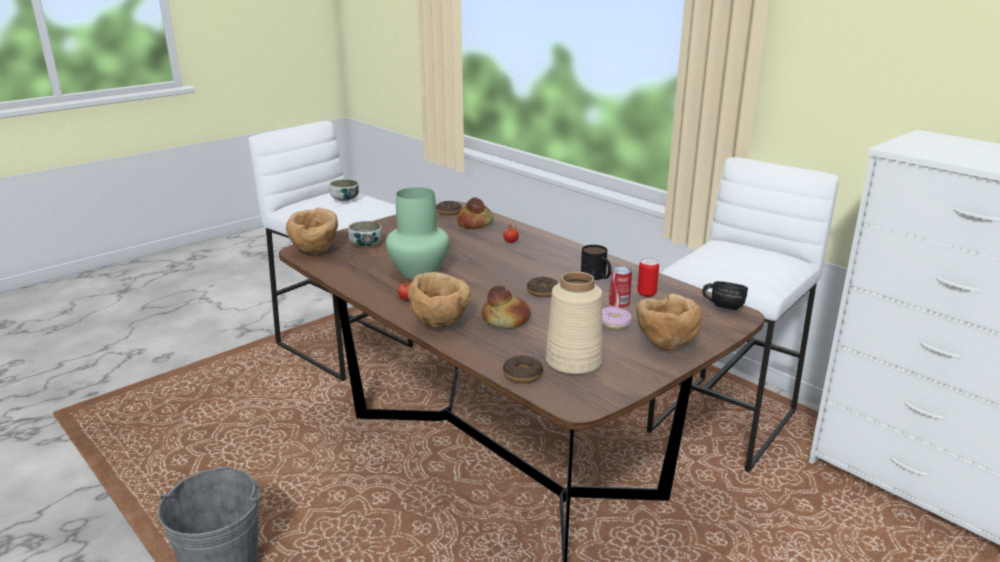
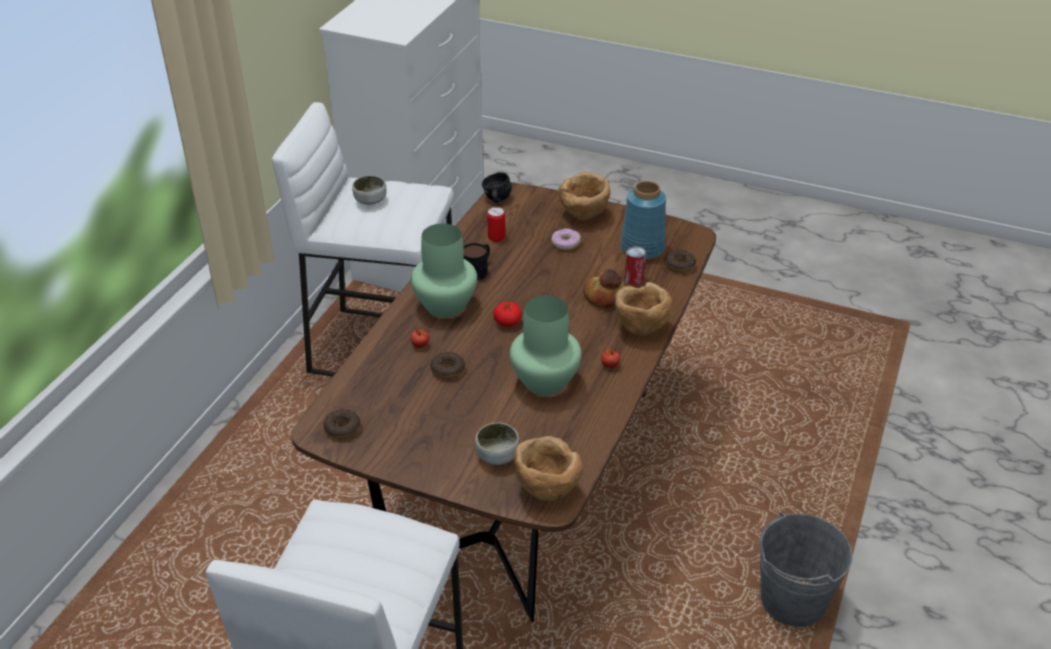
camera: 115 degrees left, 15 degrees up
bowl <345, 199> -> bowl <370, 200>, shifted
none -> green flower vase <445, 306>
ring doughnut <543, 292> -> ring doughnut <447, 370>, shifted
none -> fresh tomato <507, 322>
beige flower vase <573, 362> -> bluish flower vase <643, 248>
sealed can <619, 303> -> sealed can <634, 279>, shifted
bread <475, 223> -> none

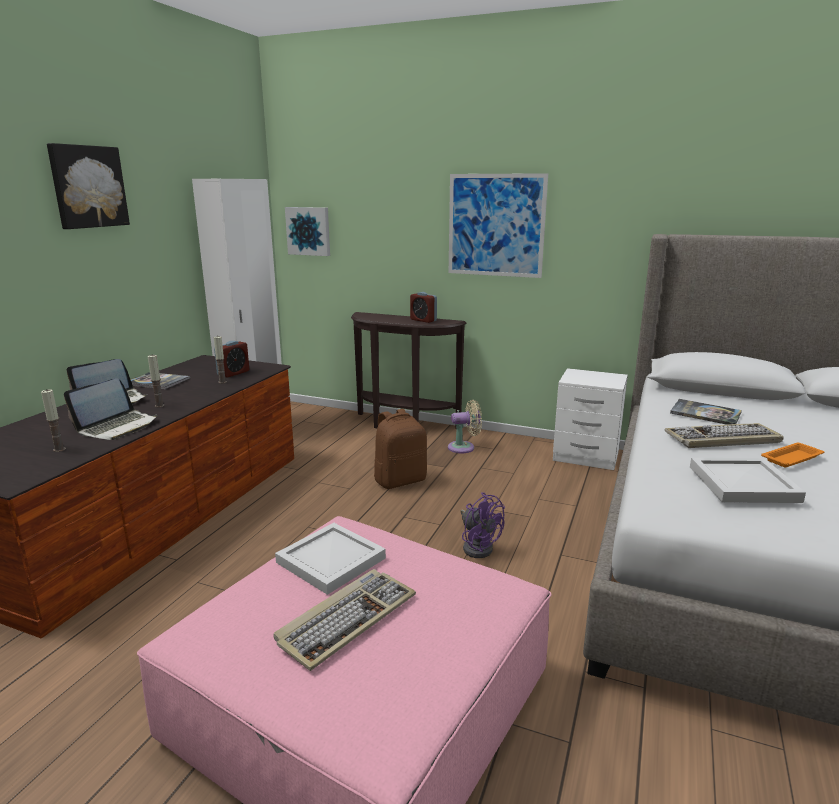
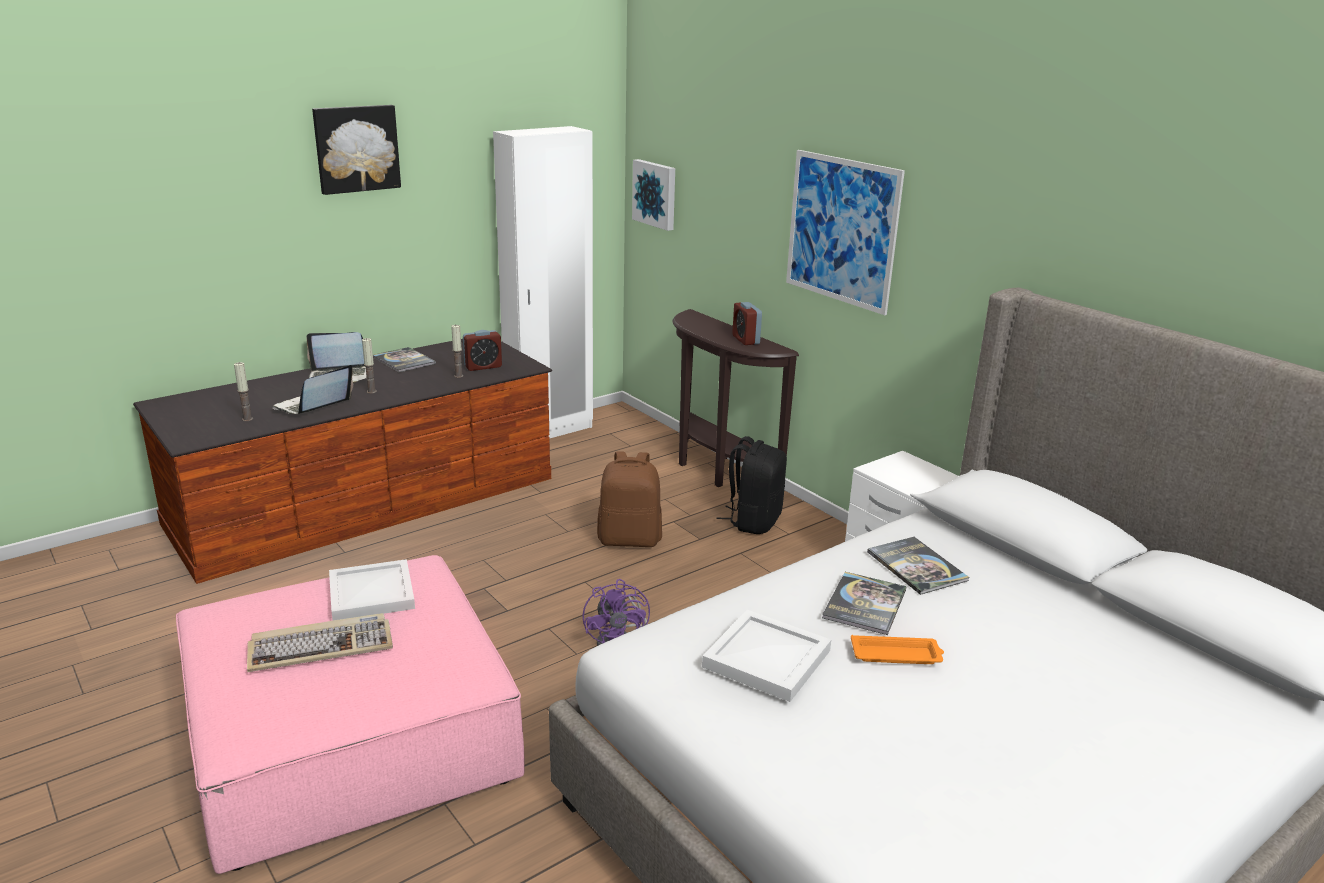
camera: 30 degrees right, 5 degrees up
notebook computer <117, 427> -> notebook computer <313, 407>, 150 degrees clockwise
beige cooling fan <464, 447> -> blackish knapsack <753, 521>
PC keyboard <722, 439> -> bound book <864, 604>

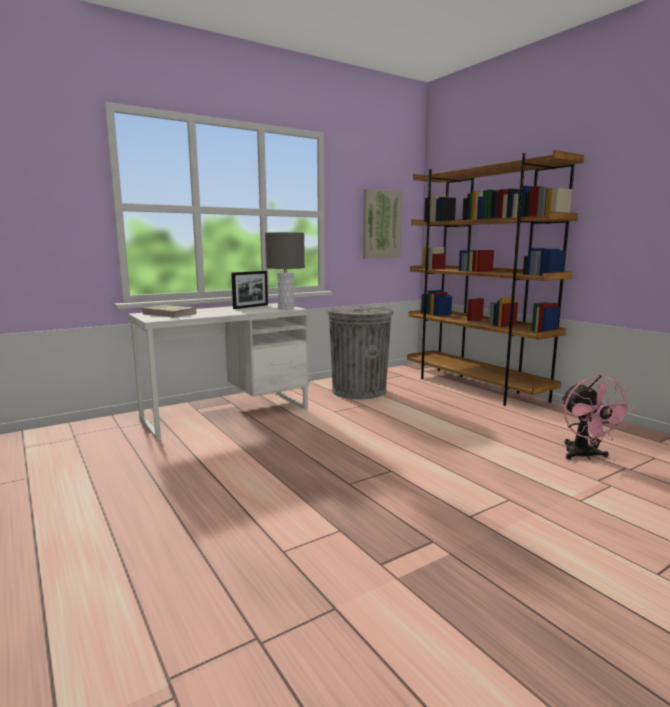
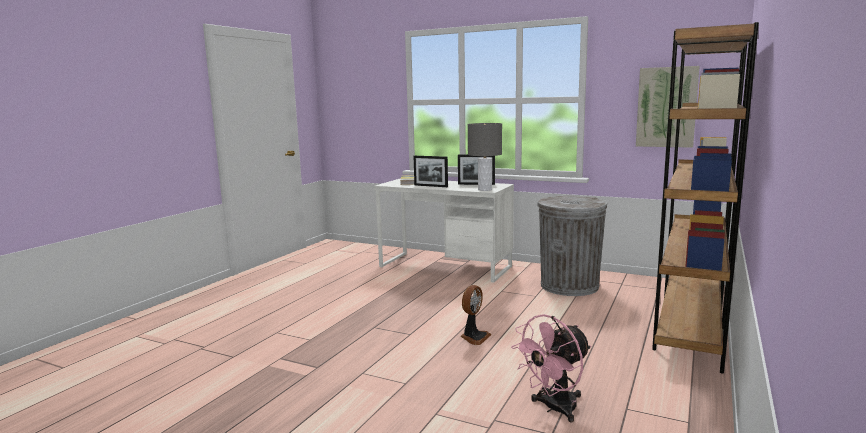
camera: 60 degrees right, 0 degrees up
none -> picture frame <431, 186>
none -> cooling fan <474, 337>

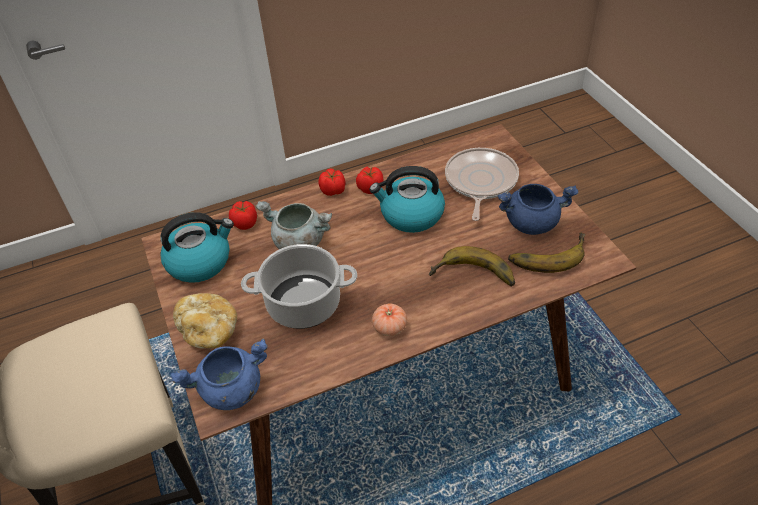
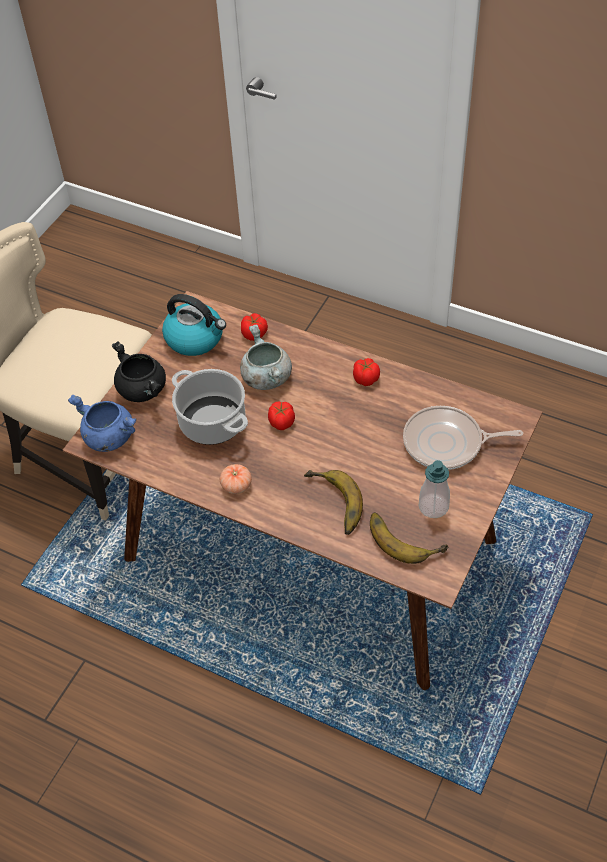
camera: 50 degrees right, 5 degrees up
bread <209, 330> -> blackish cooking pot <143, 390>
fresh tomato <333, 190> -> fresh tomato <281, 423>, shifted
frying pan <480, 182> -> frying pan <447, 443>, 150 degrees counterclockwise
bluish cooking pot <532, 222> -> soap bottle <433, 506>
kettle <410, 215> -> none

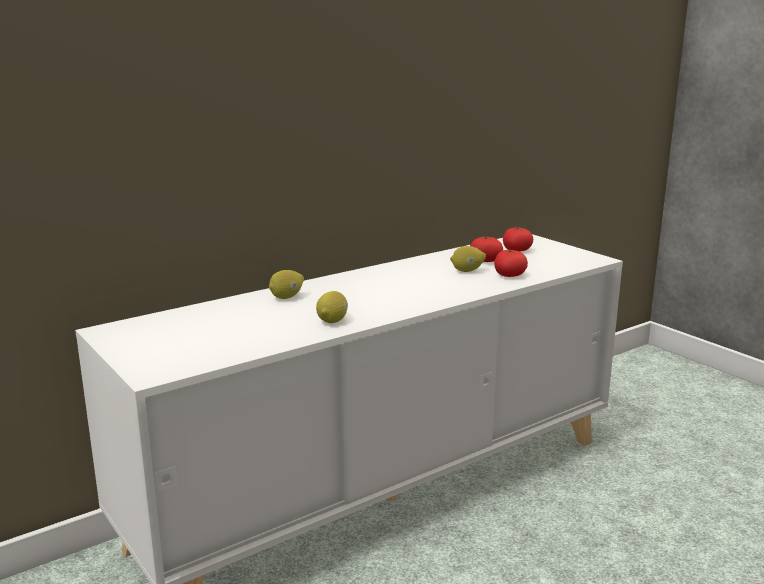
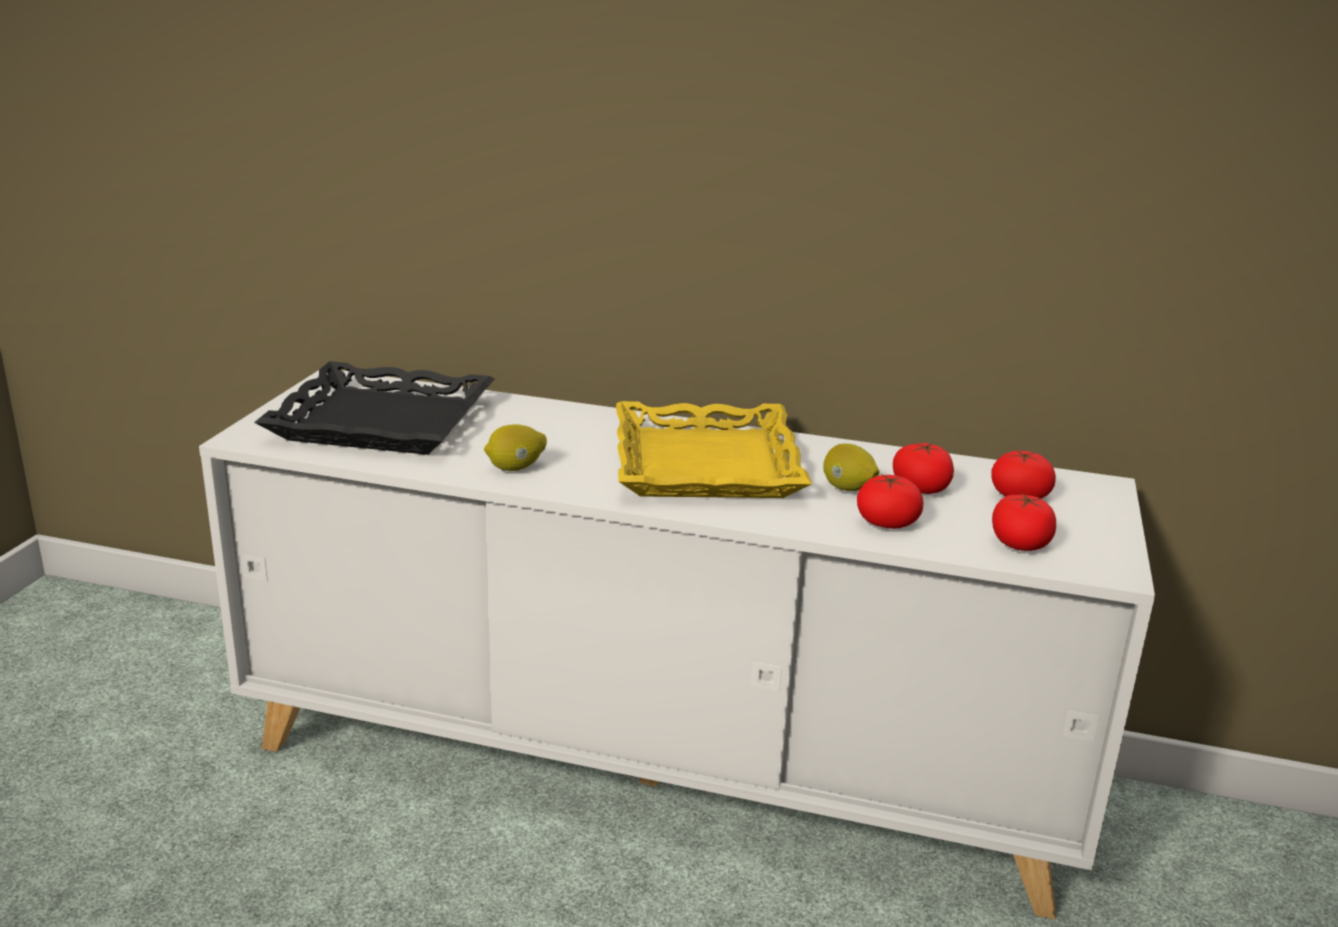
camera: 50 degrees right, 5 degrees up
none -> blackish serving tray <383, 421>
none -> yellow serving tray <708, 465>
none -> fresh tomato <1020, 543>
citrus fruit <287, 297> -> none

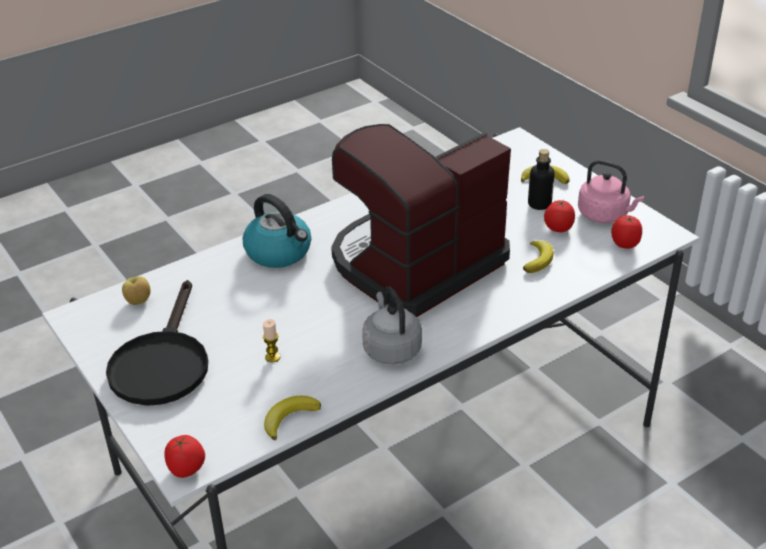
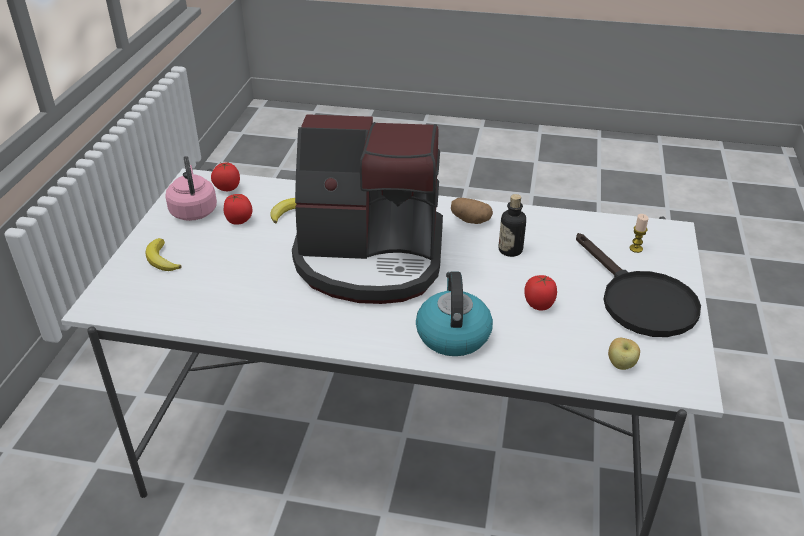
camera: 135 degrees left, 0 degrees up
greyish kettle <391, 348> -> potato <470, 220>
drink bottle <539, 204> -> drink bottle <510, 250>, shifted
fresh tomato <187, 469> -> fresh tomato <538, 305>, shifted
blackish frying pan <162, 363> -> blackish frying pan <639, 300>, 105 degrees clockwise
wax light <272, 357> -> wax light <636, 248>, shifted
banana <289, 418> -> none

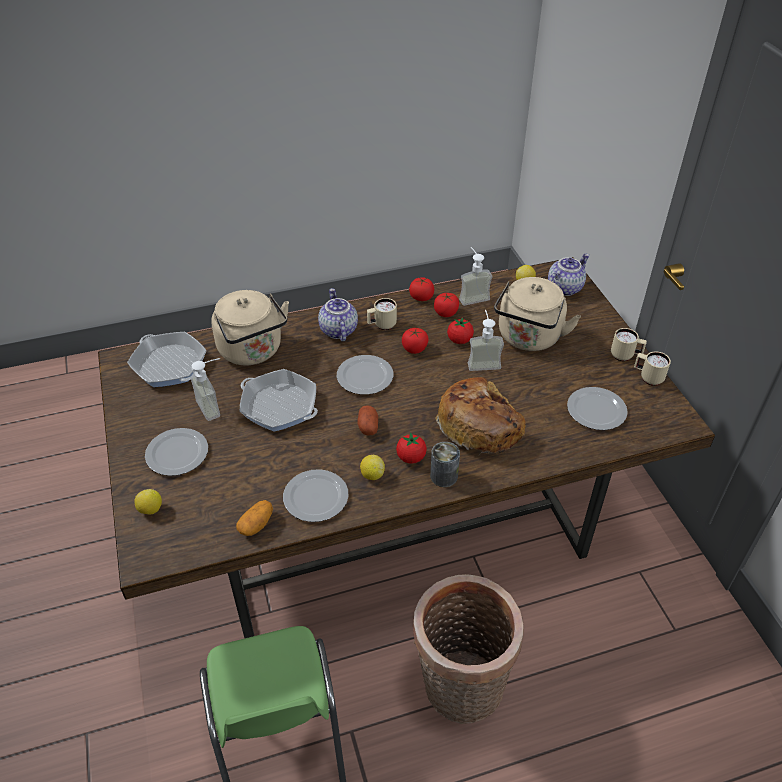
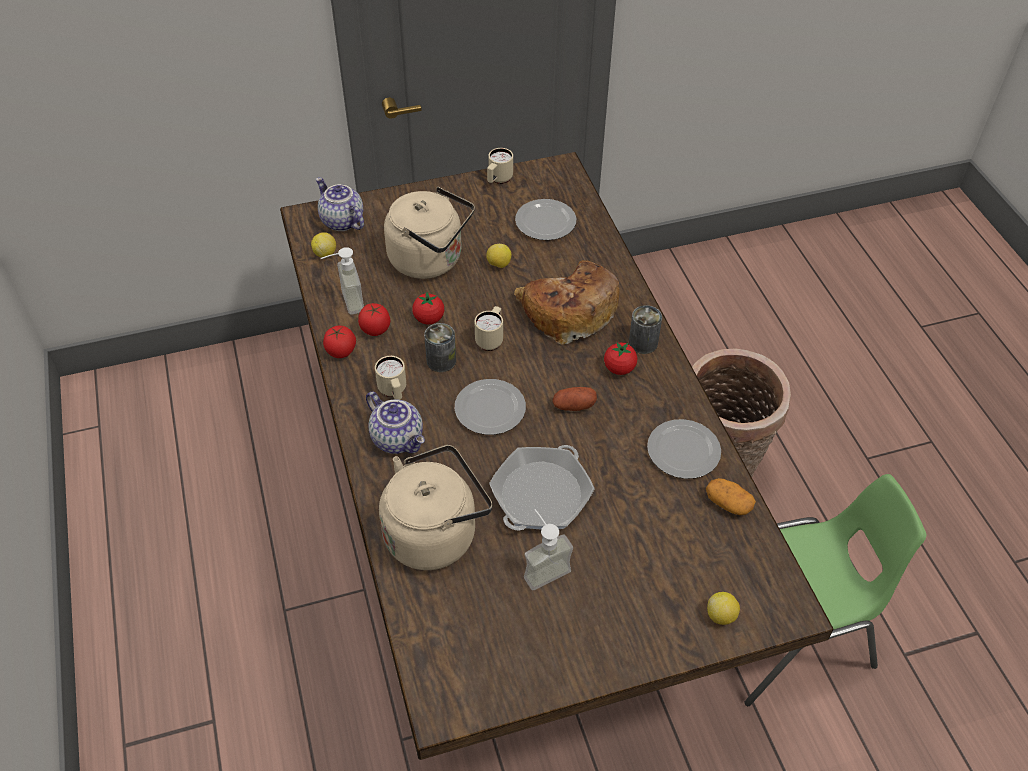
camera: 90 degrees left, 5 degrees up
pot for tea <337, 330> -> pot for tea <398, 438>, 120 degrees counterclockwise
fresh tomato <414, 348> -> sealed can <441, 361>
beige tea mug <625, 356> -> beige tea mug <491, 339>, shifted
citrus fruit <372, 475> -> citrus fruit <498, 264>, shifted
frying pan <169, 365> -> none
flat dish <178, 454> -> none
soap bottle <483, 361> -> none

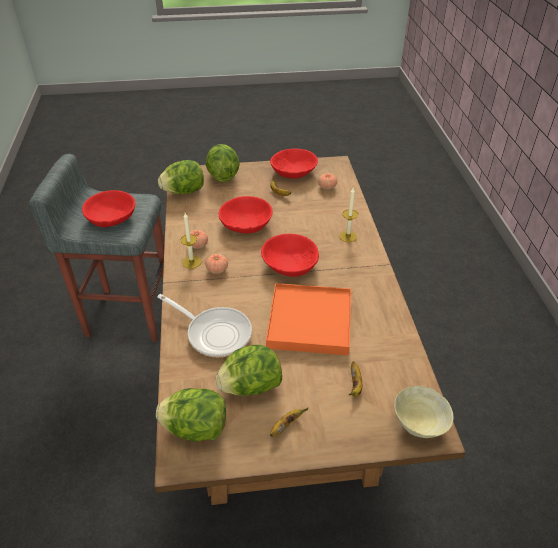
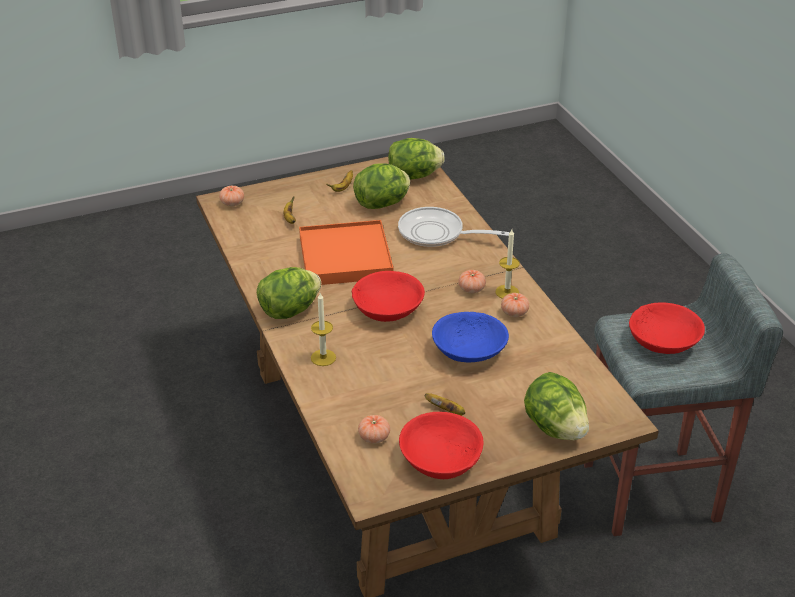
camera: 165 degrees right, 5 degrees down
beige bowl <419, 426> -> fresh tomato <232, 203>
lettuce <184, 191> -> lettuce <289, 310>, shifted
reddish bowl <246, 224> -> bluish bowl <469, 351>

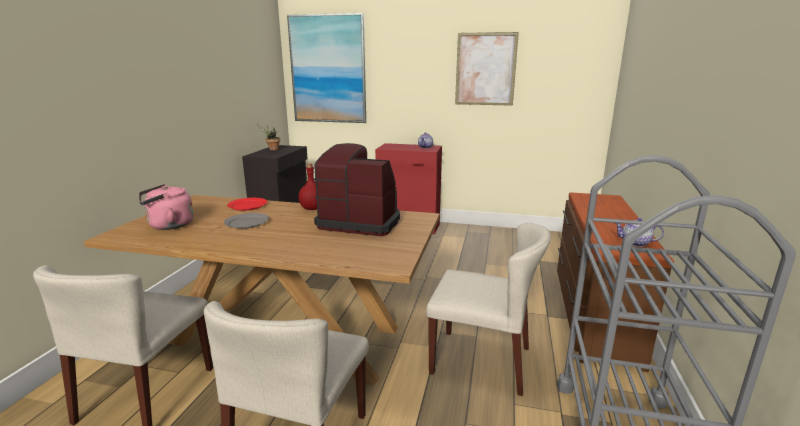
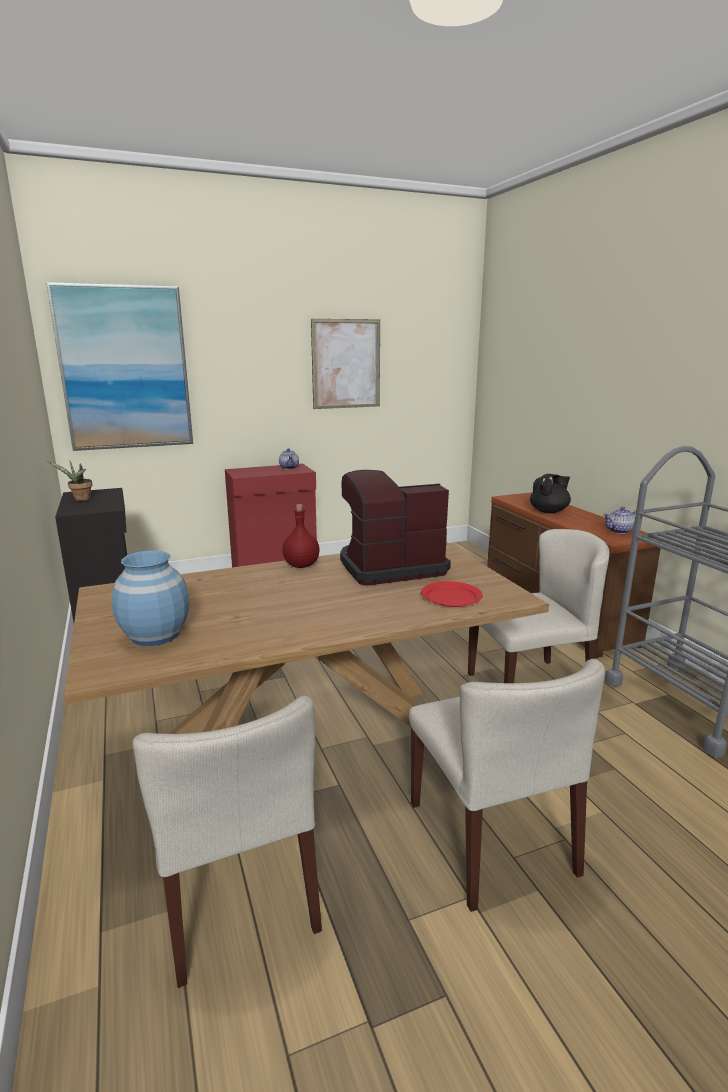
camera: 35 degrees left, 0 degrees up
pink-coloured kettle <168, 225> -> bluish flower vase <156, 635>
reddish flat dish <248, 205> -> reddish flat dish <451, 596>, shifted
none -> blackish pot for tea <549, 511>
greyish flat dish <247, 222> -> none

